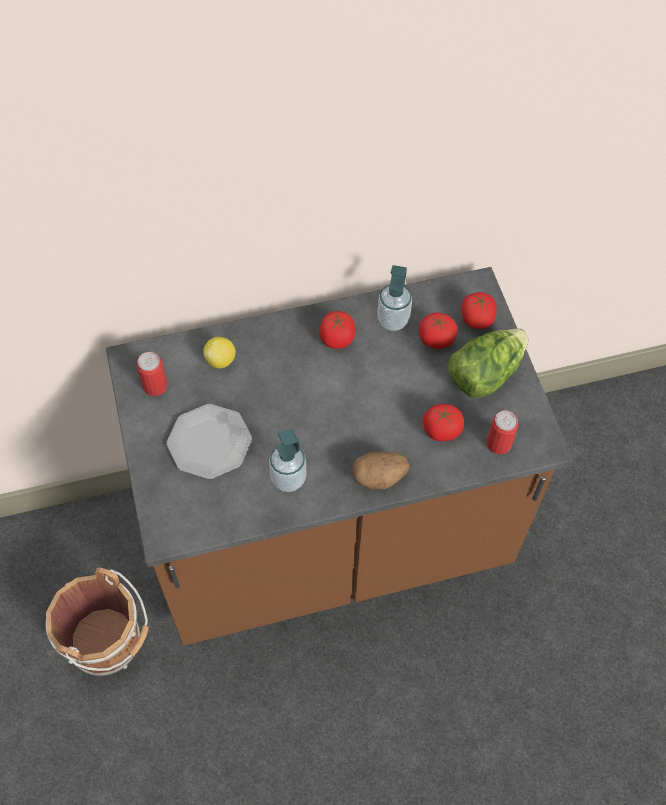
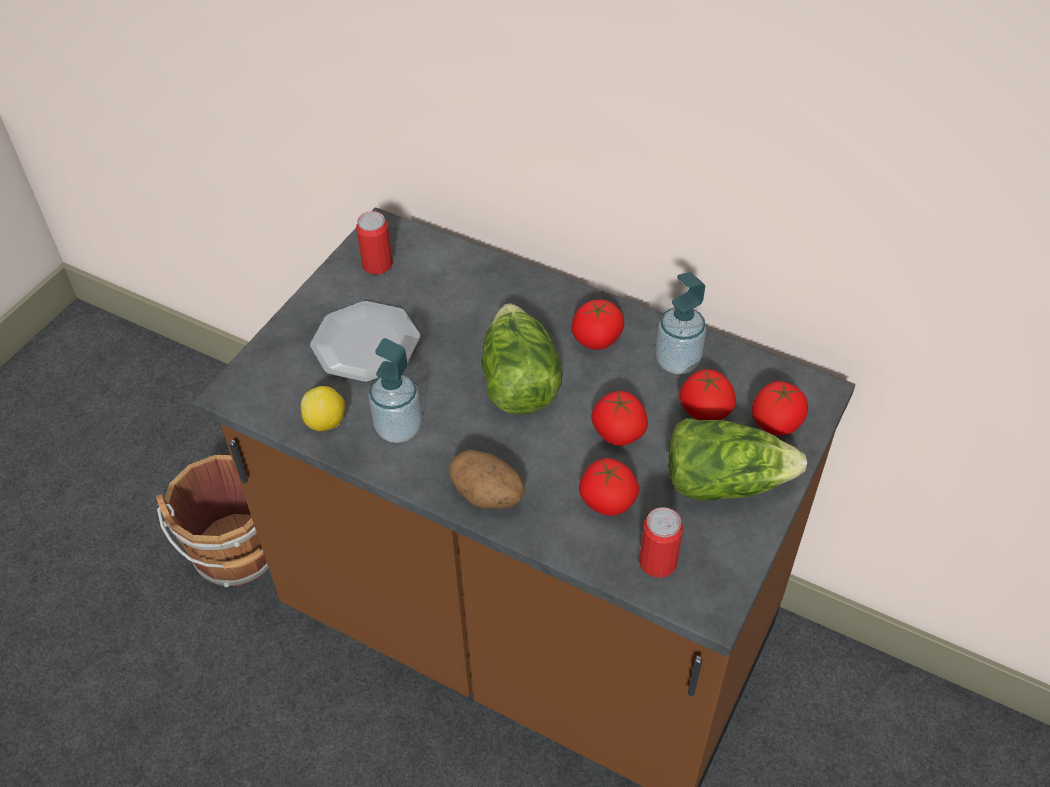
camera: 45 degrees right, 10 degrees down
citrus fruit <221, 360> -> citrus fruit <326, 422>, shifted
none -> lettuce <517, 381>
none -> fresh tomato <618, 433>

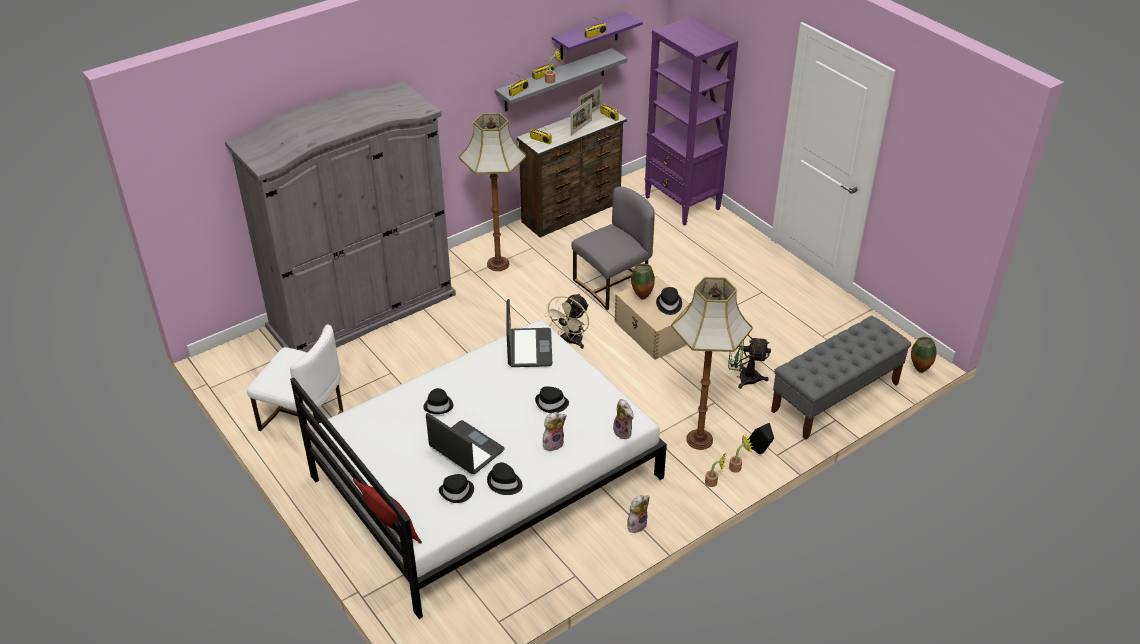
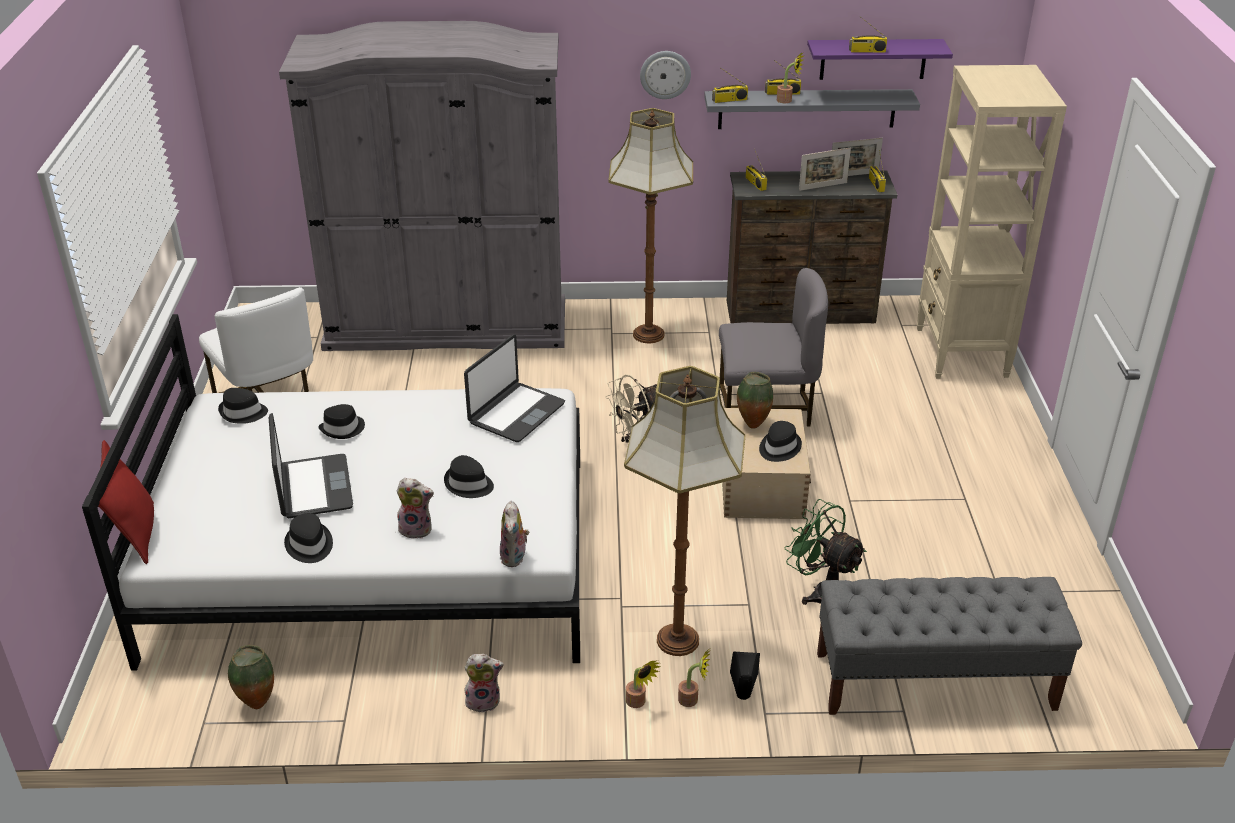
camera: 35 degrees right, 5 degrees down
blackish hat <457, 492> -> blackish hat <243, 413>, shifted
flower vase <919, 370> -> flower vase <257, 703>, shifted
none -> wall clock <665, 74>
purple-coloured shelving unit <682, 203> -> beige shelving unit <961, 353>

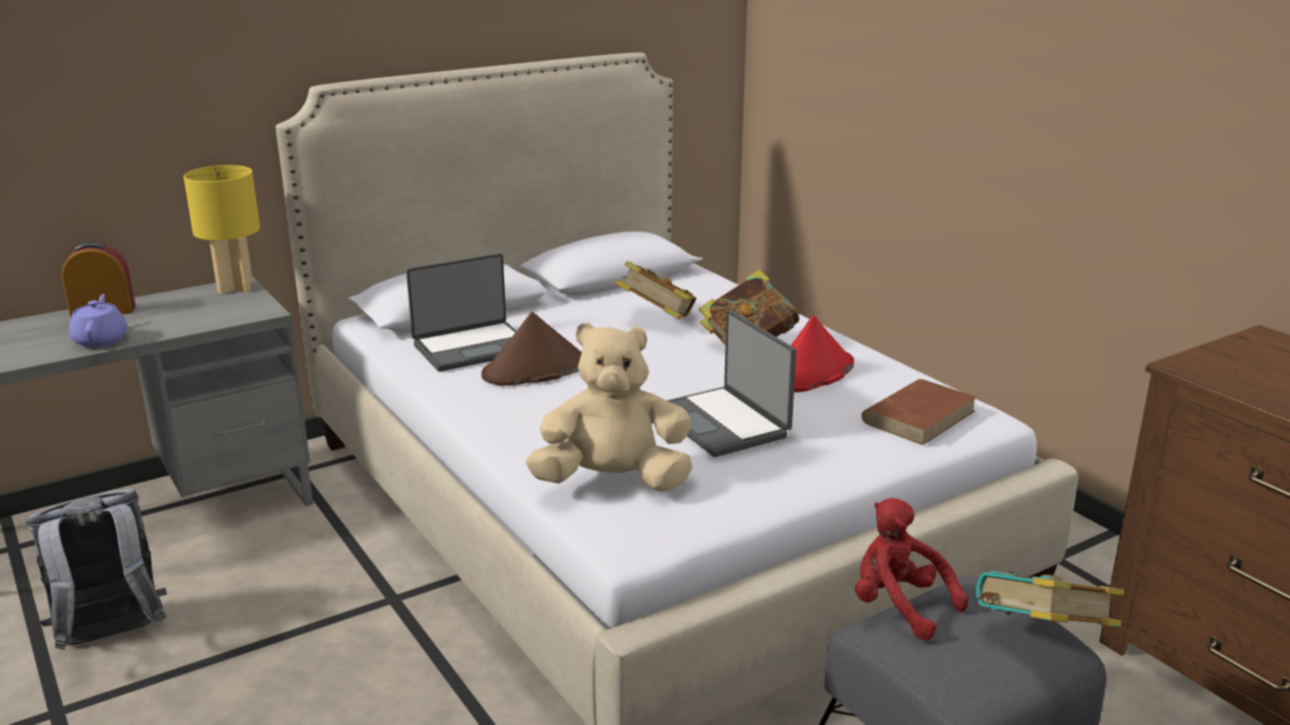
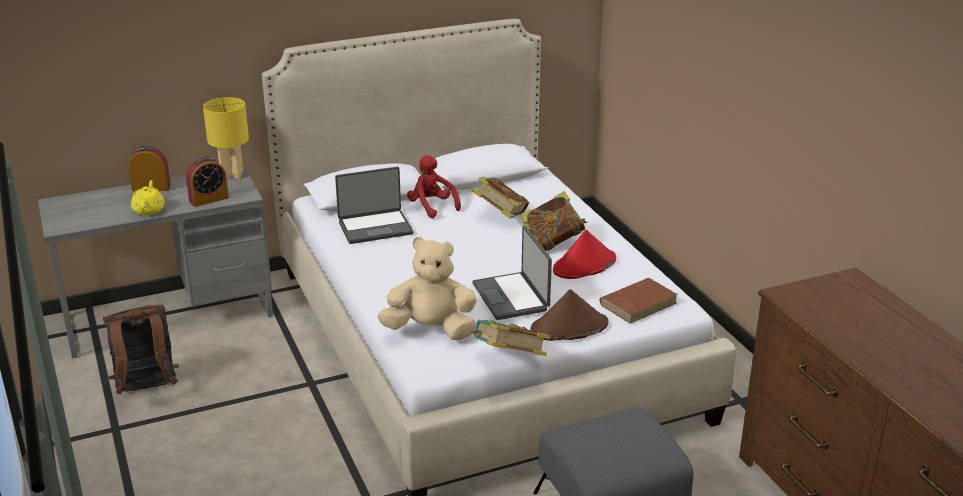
camera: 10 degrees right, 5 degrees up
greyish knapsack <111, 639> -> brownish knapsack <147, 390>
purple-coloured pot for tea <101, 340> -> yellow pot for tea <149, 209>
none -> bedside clock <209, 199>
reddish plush toy <899, 607> -> reddish plush toy <432, 207>, shifted
bound book <1041, 639> -> bound book <509, 359>, shifted
brownish hat <535, 370> -> brownish hat <569, 327>, shifted

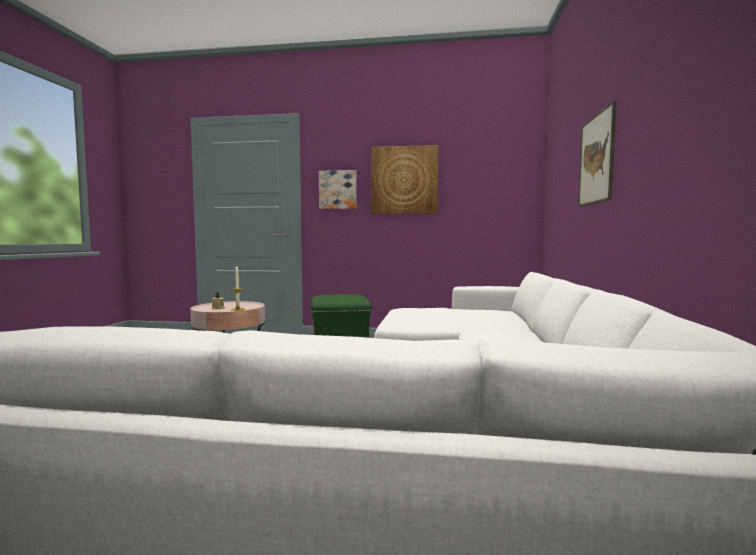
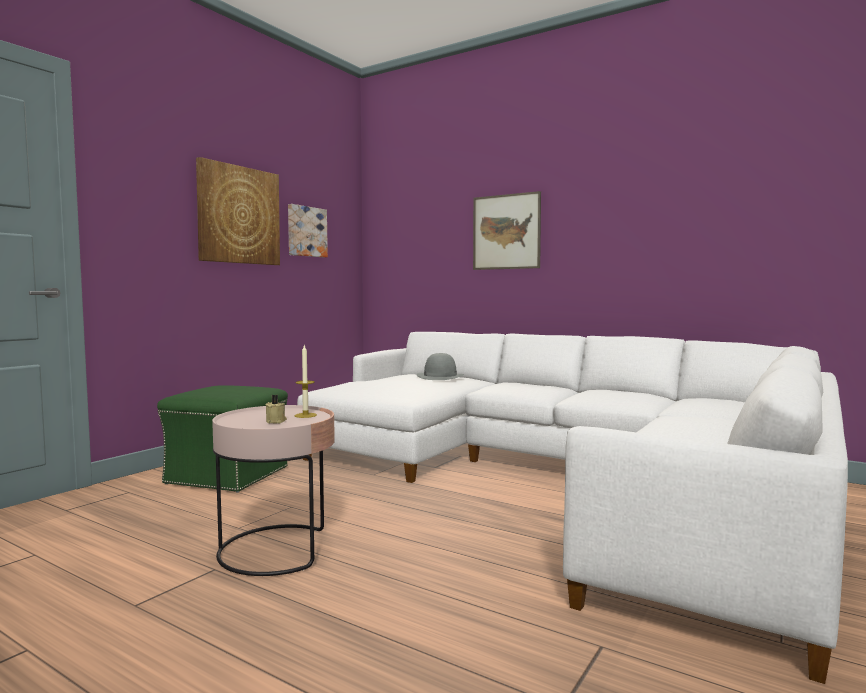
camera: 65 degrees left, 0 degrees up
picture <338, 190> -> picture <306, 231>, shifted
none -> greyish hat <440, 376>

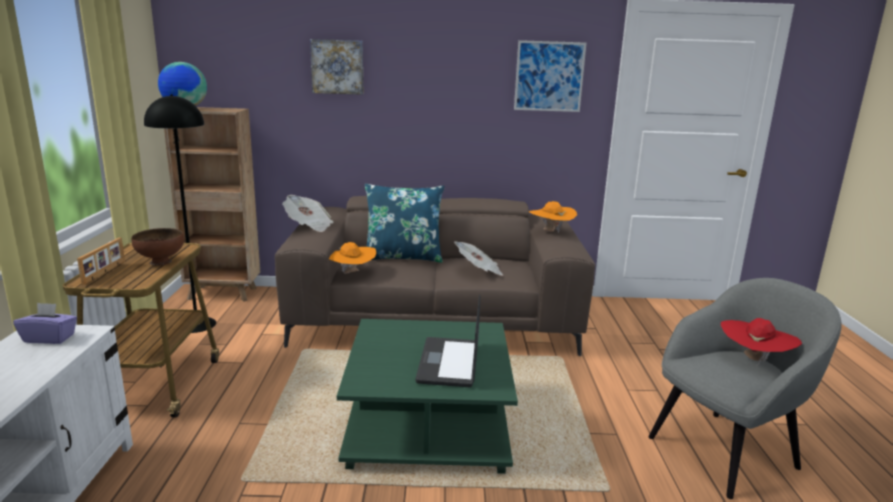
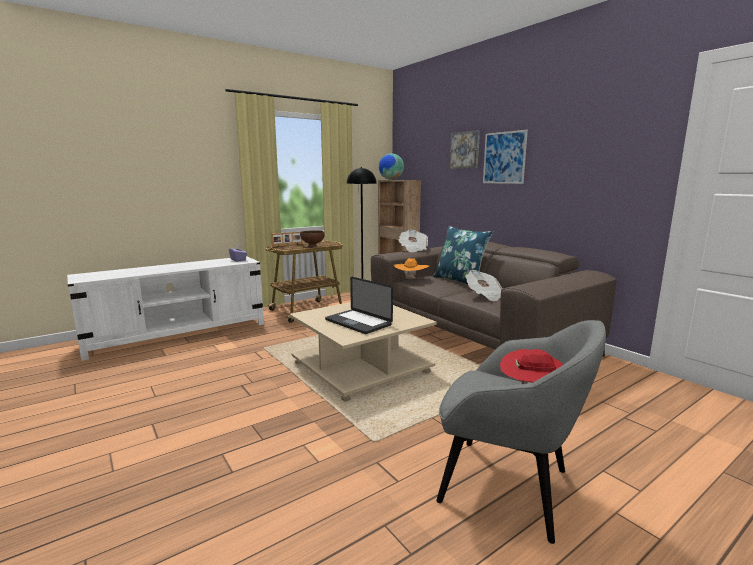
camera: 55 degrees right, 5 degrees down
green low table <430, 424> -> beige low table <363, 368>
notebook computer <448, 363> -> notebook computer <358, 322>, 105 degrees counterclockwise
picture <549, 76> -> picture <504, 158>, shifted
orangey hat <550, 231> -> none

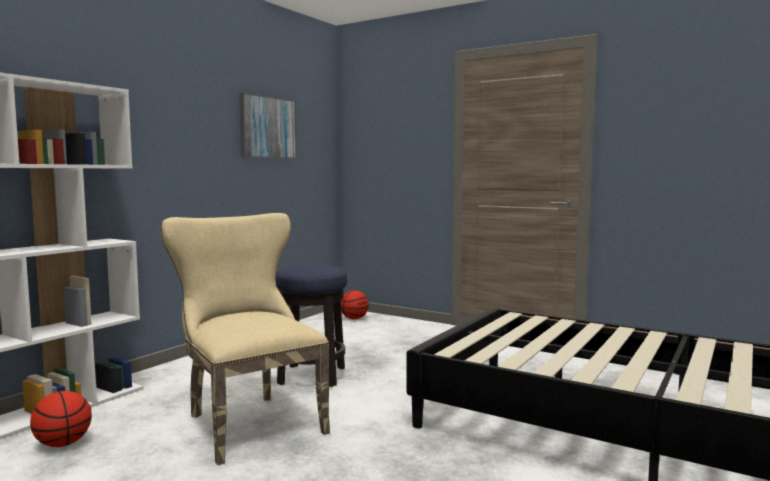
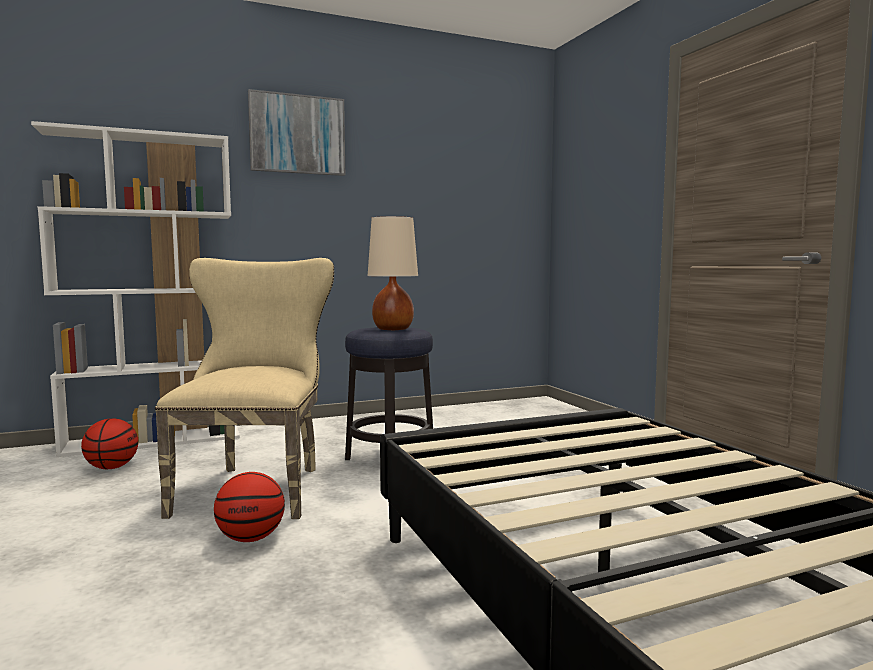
camera: 35 degrees right, 0 degrees up
ball for basketball <354, 318> -> ball for basketball <251, 538>, shifted
picture <267, 127> -> picture <297, 134>, shifted
none -> beige table lamp <393, 329>

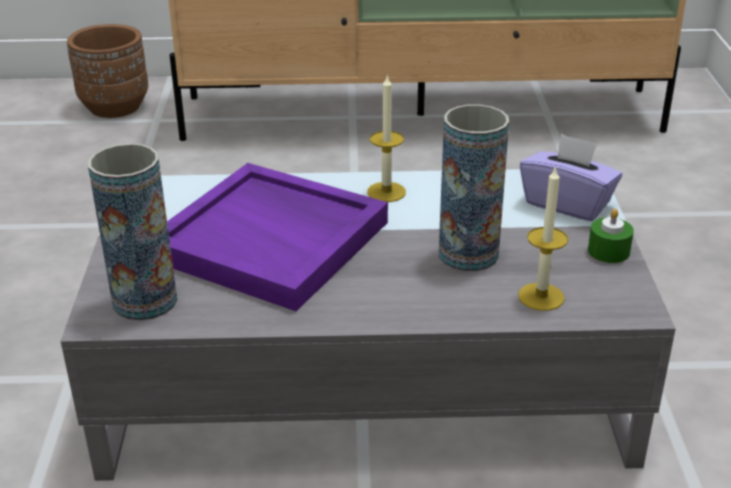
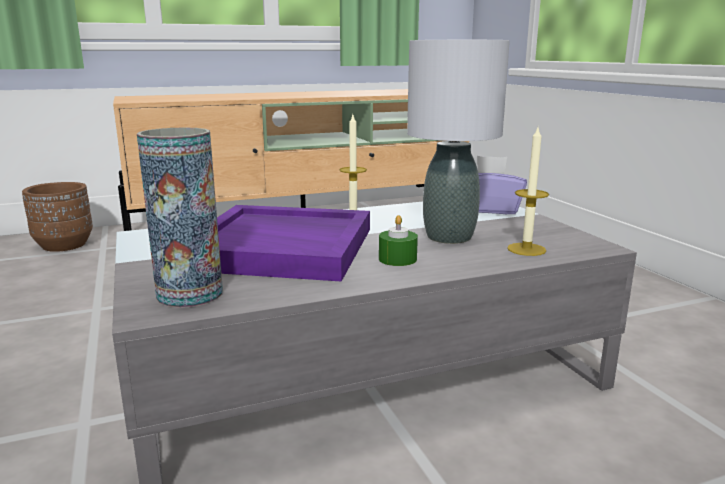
camera: 20 degrees left, 15 degrees down
green wax light <608, 251> -> green wax light <397, 259>, shifted
flower vase <468, 254> -> greyish table lamp <448, 237>

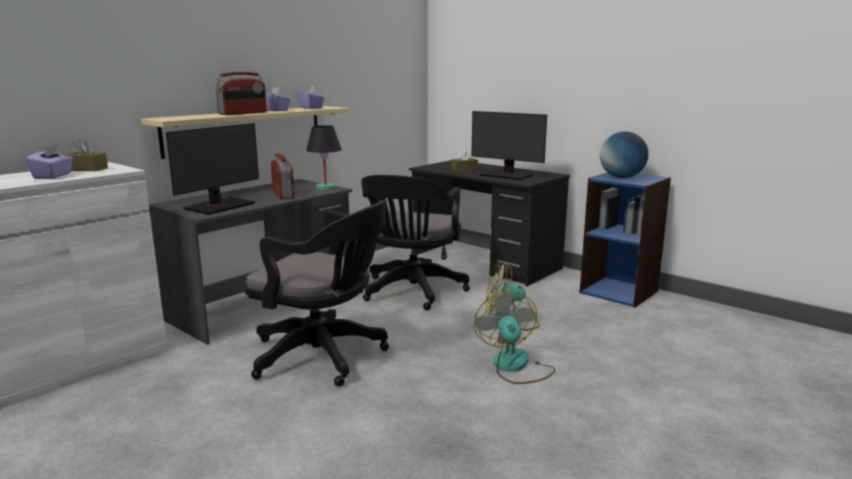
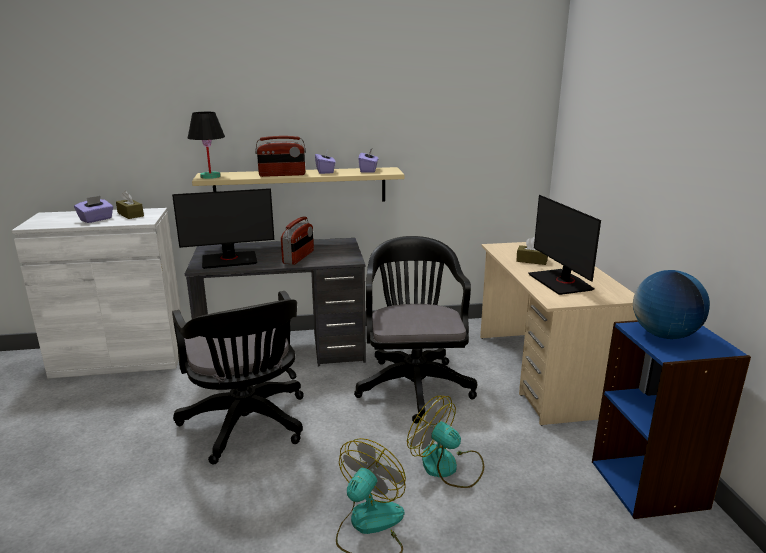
camera: 40 degrees right, 5 degrees up
blackish table lamp <325, 188> -> blackish table lamp <210, 176>, shifted
blackish office chair <411, 292> -> blackish office chair <414, 384>, 120 degrees clockwise
blackish desk unit <485, 262> -> beige desk unit <542, 373>

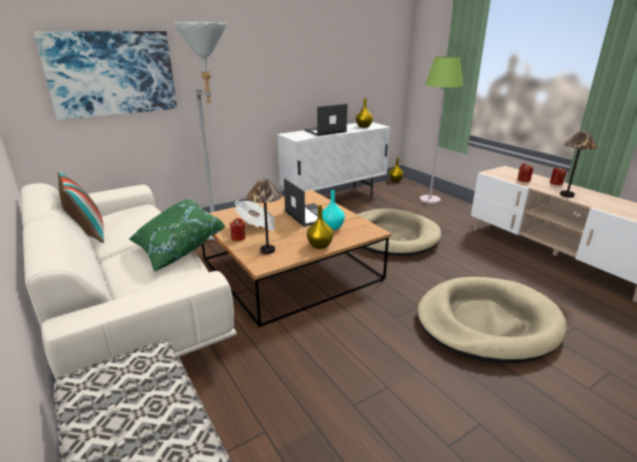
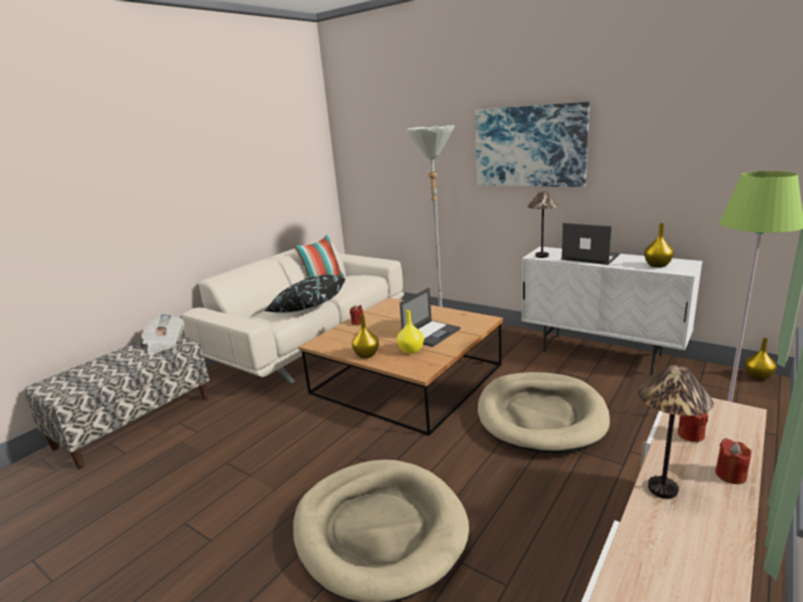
camera: 70 degrees right, 5 degrees down
newspaper <257, 225> -> newspaper <164, 344>, shifted
green pillow <177, 249> -> blackish pillow <307, 308>
blue-green flower vase <332, 228> -> yellow flower vase <410, 350>
picture <112, 73> -> picture <529, 146>, shifted
table lamp <267, 250> -> table lamp <541, 256>, shifted

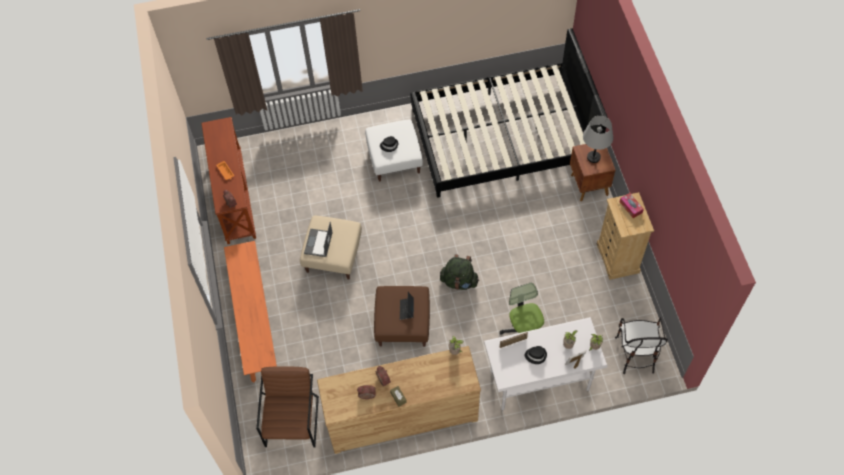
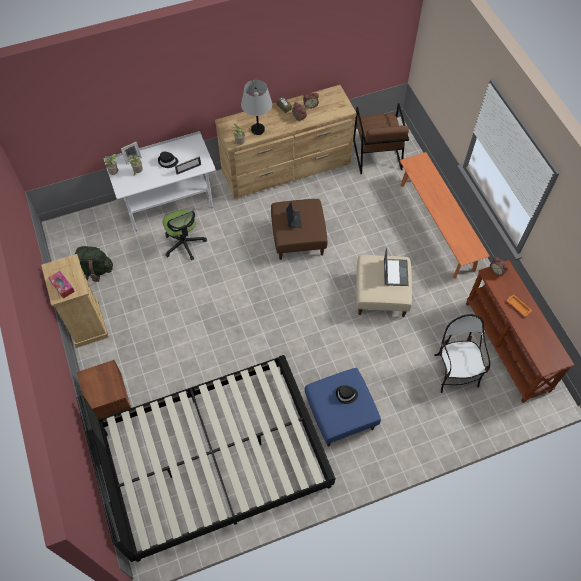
camera: 170 degrees right, 0 degrees up
green knapsack <459, 281> -> green knapsack <94, 270>, shifted
greyish table lamp <593, 157> -> greyish table lamp <258, 129>, shifted
white pouffe <395, 159> -> bluish pouffe <340, 413>
chair <635, 354> -> chair <455, 372>, shifted

